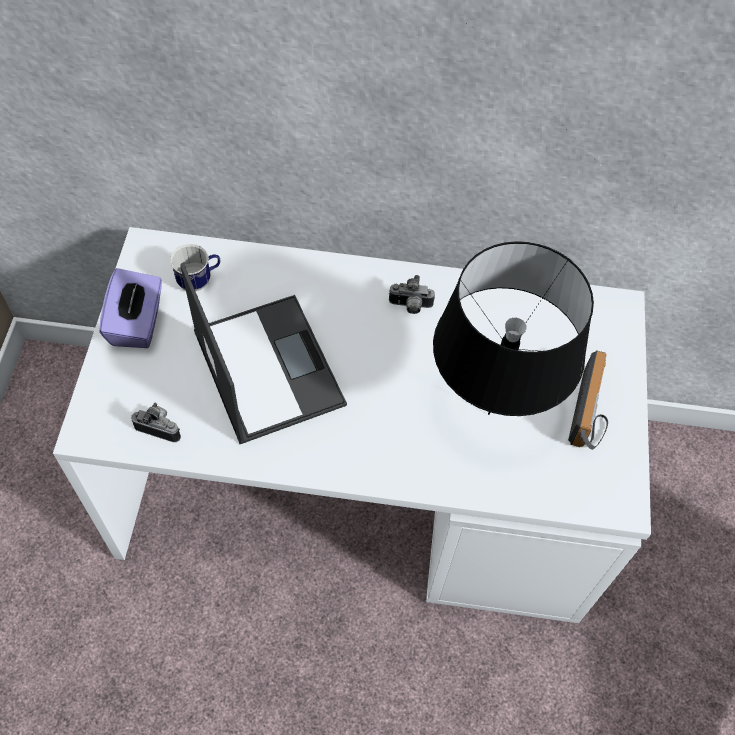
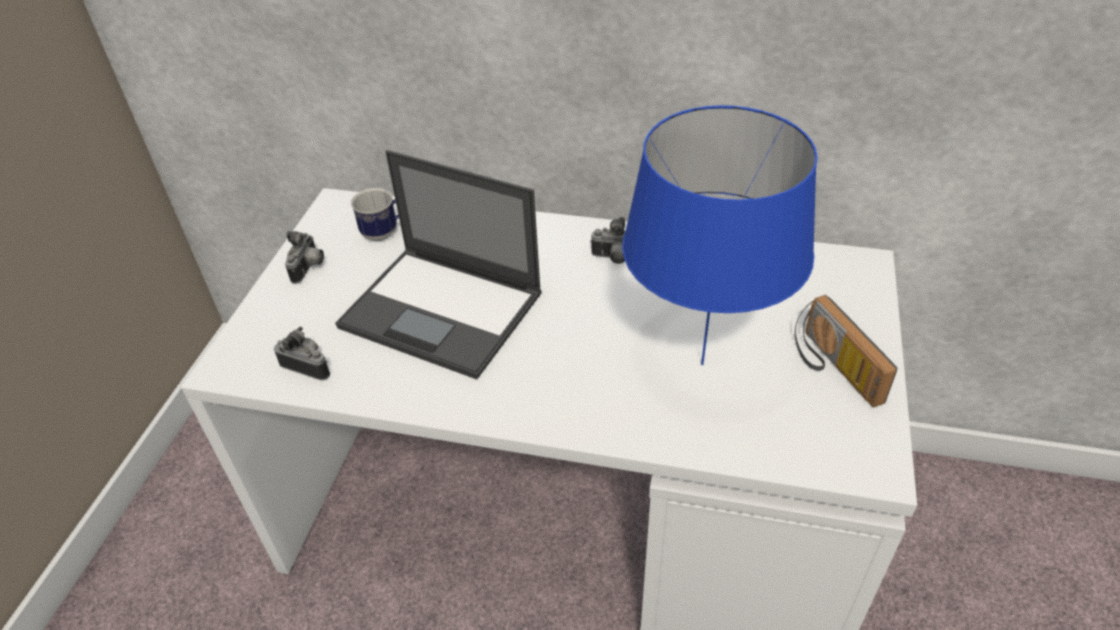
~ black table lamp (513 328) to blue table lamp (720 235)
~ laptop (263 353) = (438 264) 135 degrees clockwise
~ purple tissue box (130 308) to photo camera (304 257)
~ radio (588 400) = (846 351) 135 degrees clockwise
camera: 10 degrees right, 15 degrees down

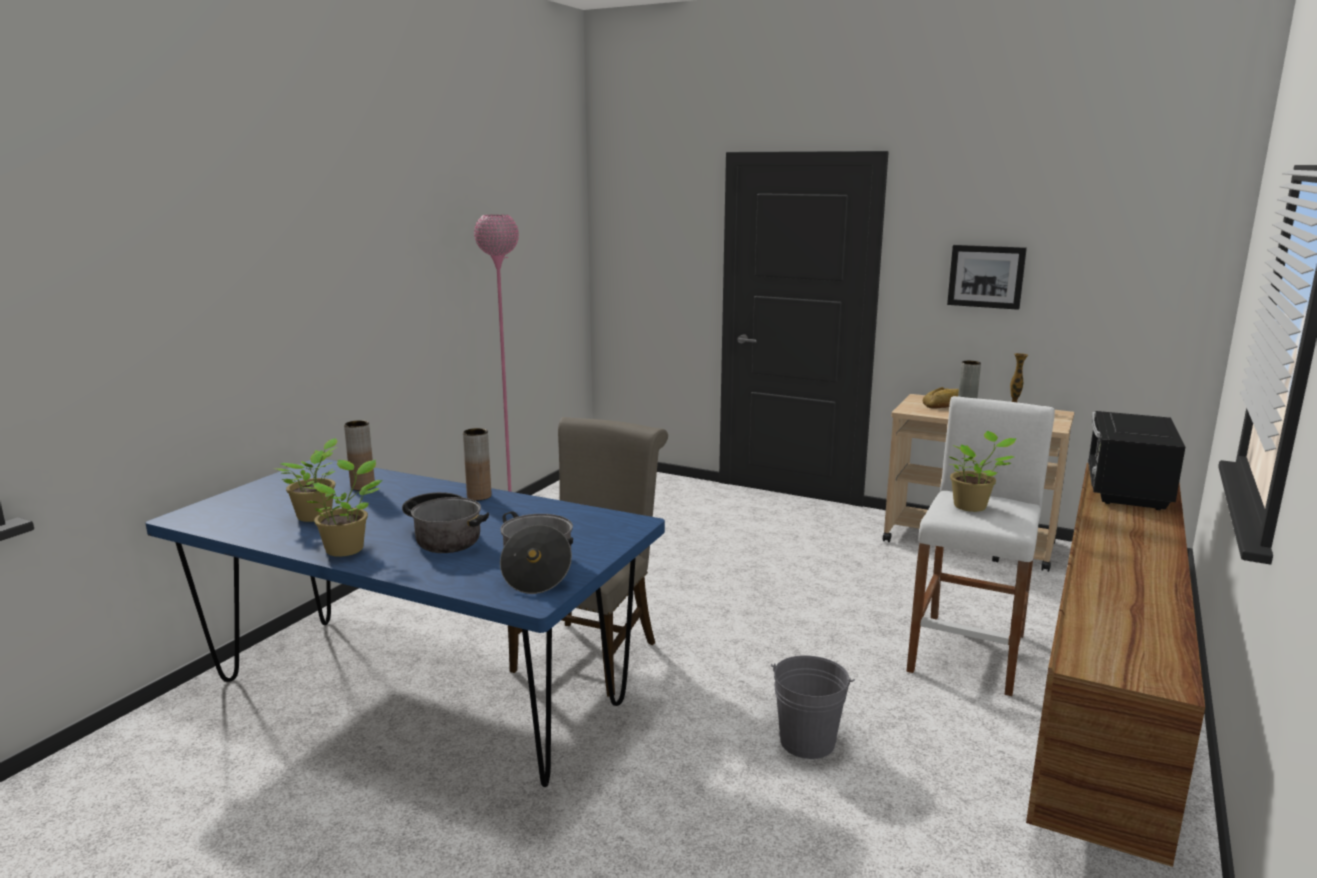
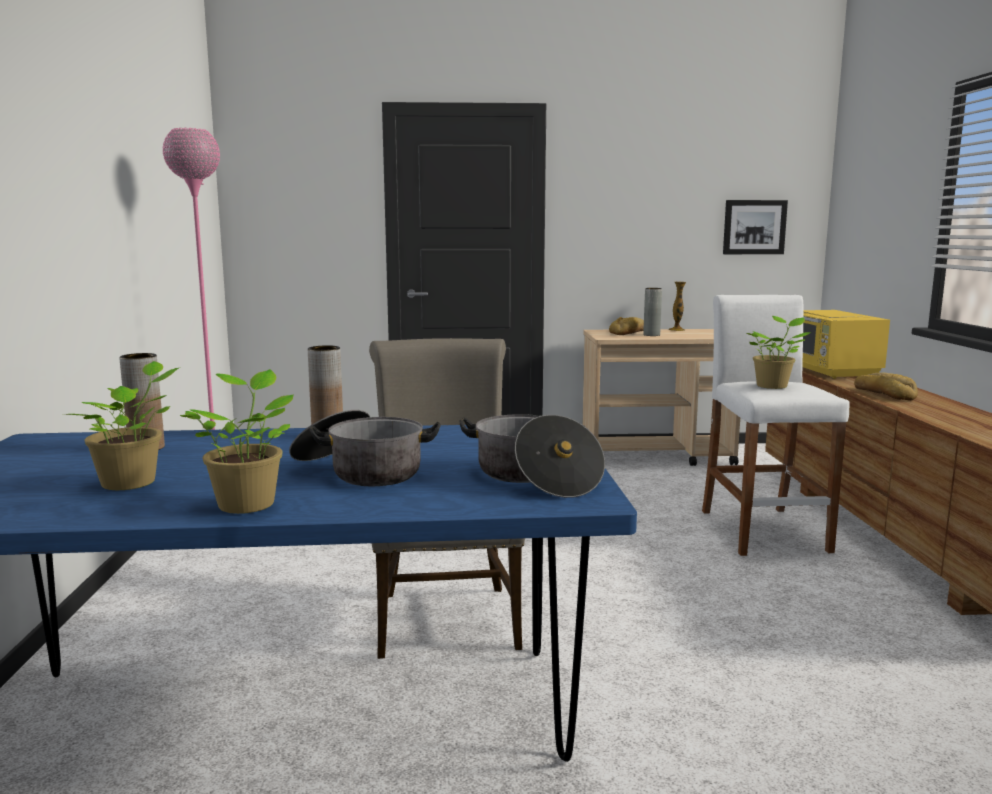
~ picture (987 277) to (755 227)
~ black microwave (1136 460) to yellow microwave (846 344)
- grey bucket (813 707)
+ bread (886 387)
camera: 30 degrees left, 5 degrees down

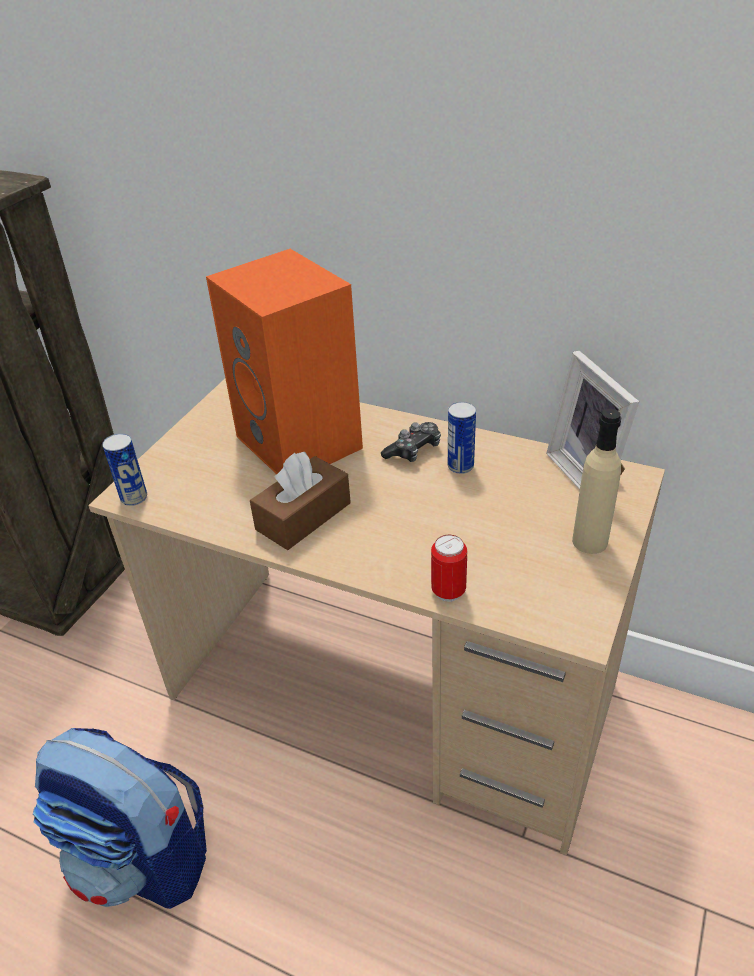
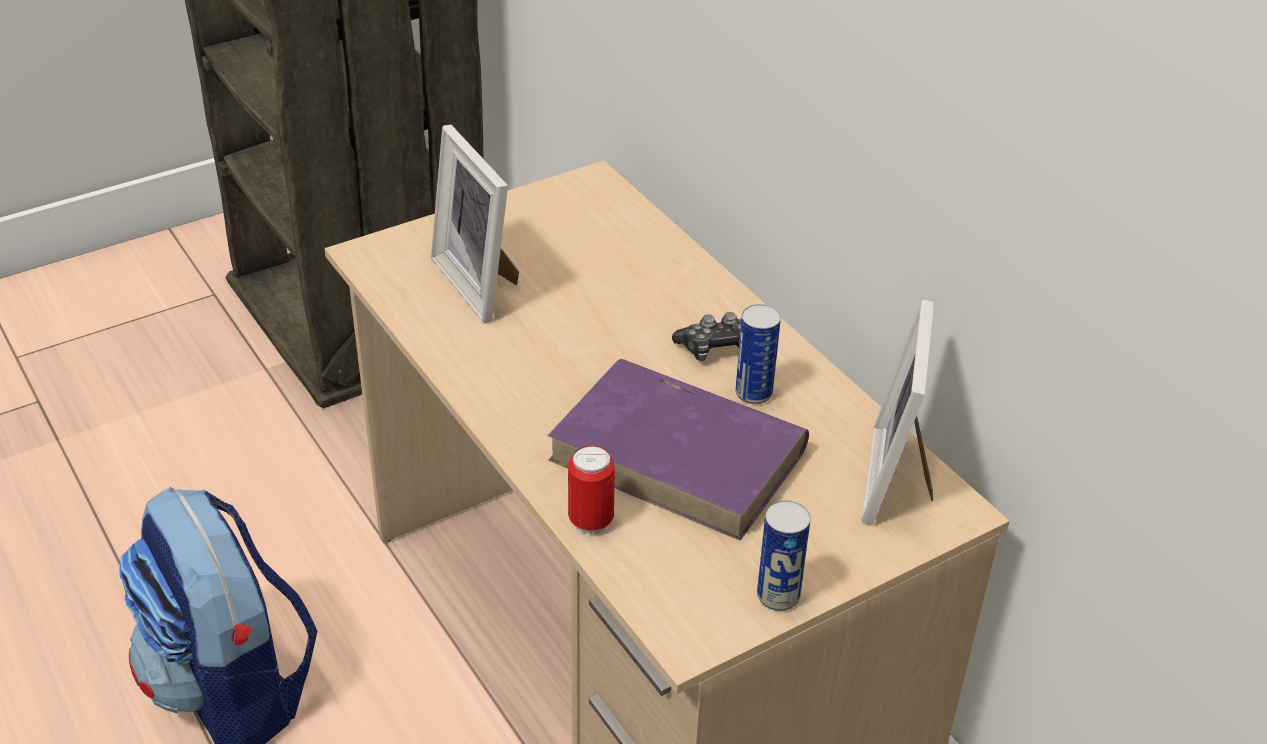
- orange speaker (284 361)
- beige bottle (596 481)
~ can (124 469) to (784 555)
- brown tissue box (300 501)
+ picture frame (475 224)
+ purple book (678 450)
camera: 30 degrees right, 0 degrees up

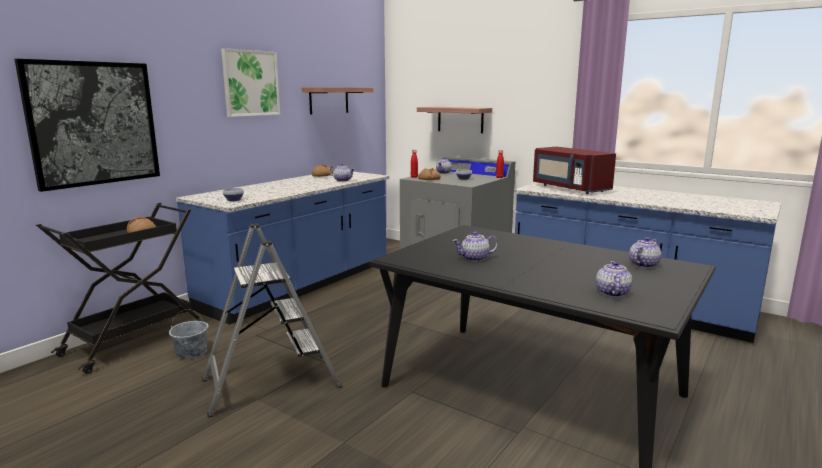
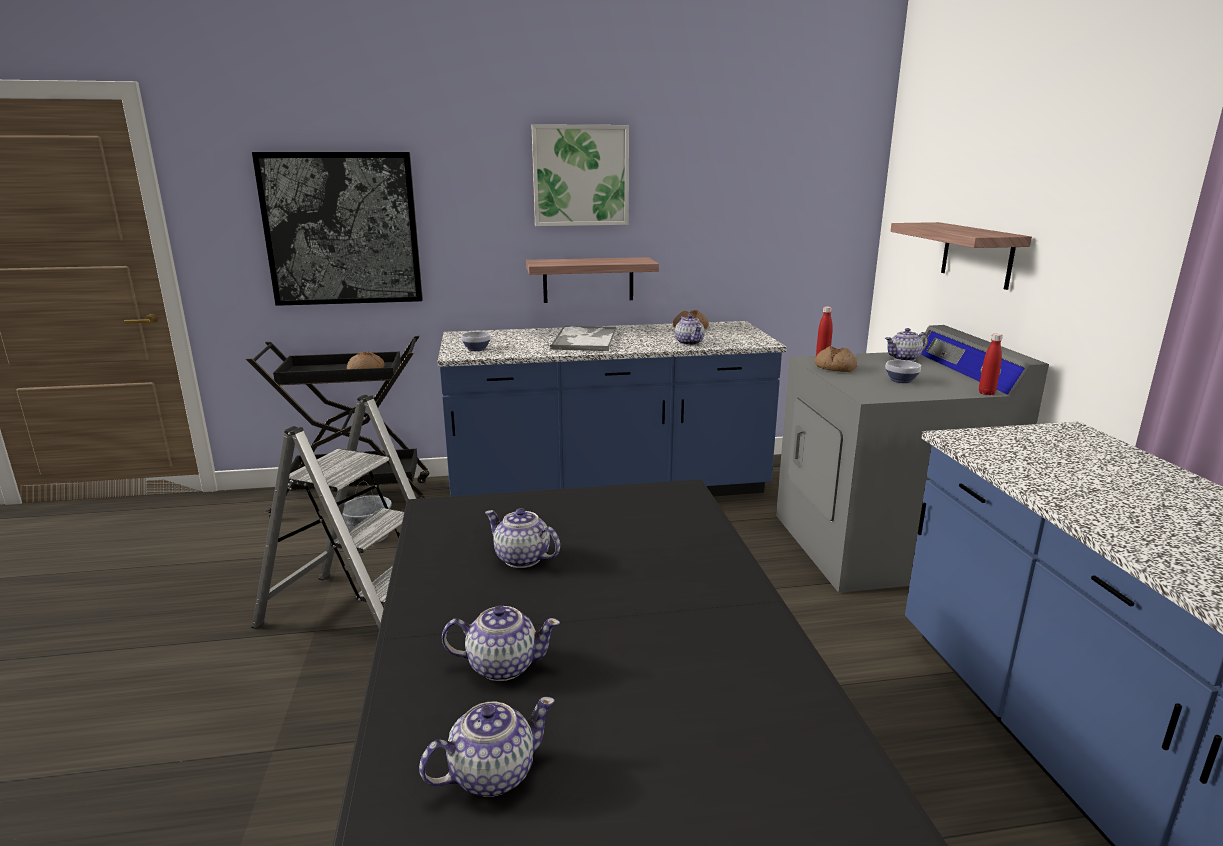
~ shelf (337 101) to (592 280)
- red microwave (574 170)
~ teapot (645 252) to (501 643)
+ tray (583 338)
camera: 45 degrees right, 5 degrees up

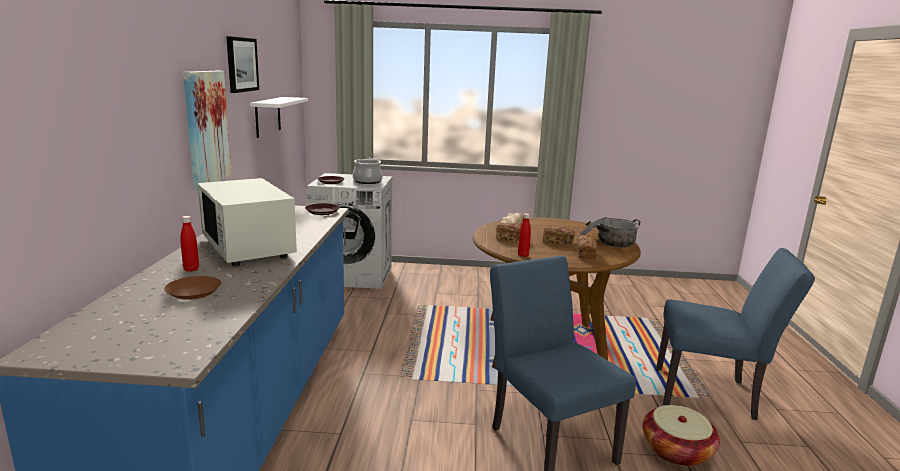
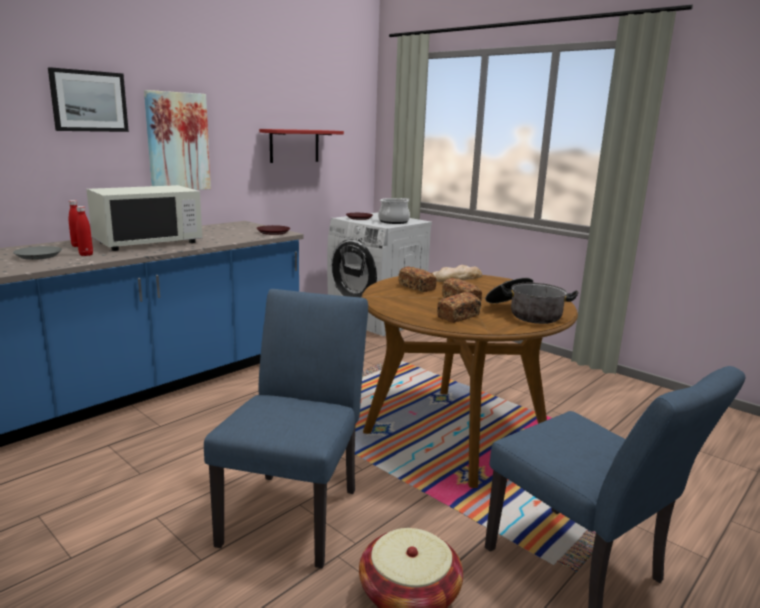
~ picture (242 64) to (88 99)
~ white shelf (279 117) to red shelf (301 146)
~ white microwave (247 222) = (144 218) 135 degrees counterclockwise
~ red bottle (524 235) to (84 231)
~ brown plate (192 288) to grey plate (37 253)
camera: 40 degrees right, 0 degrees up

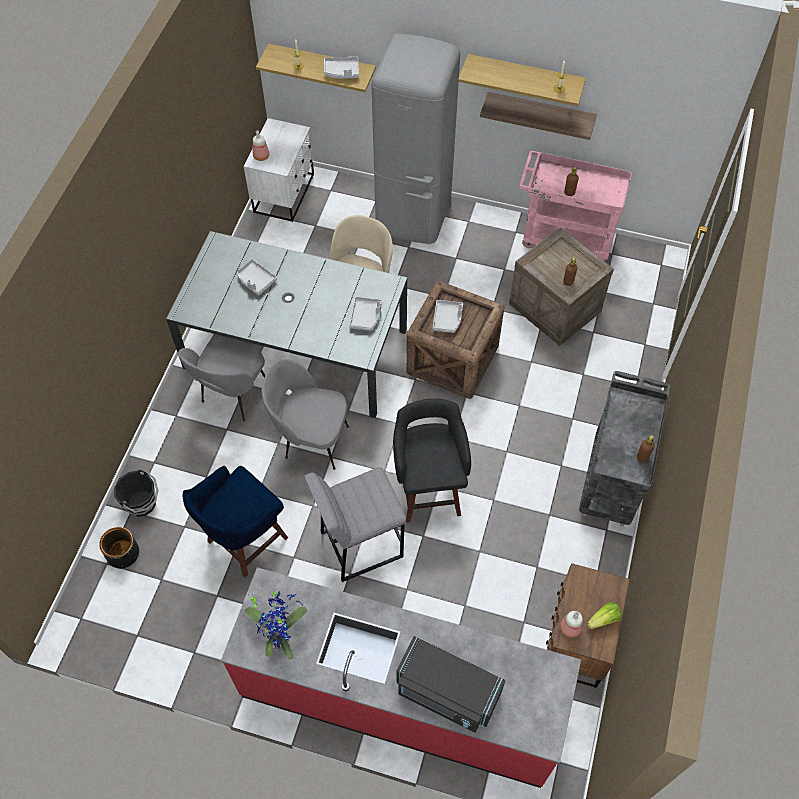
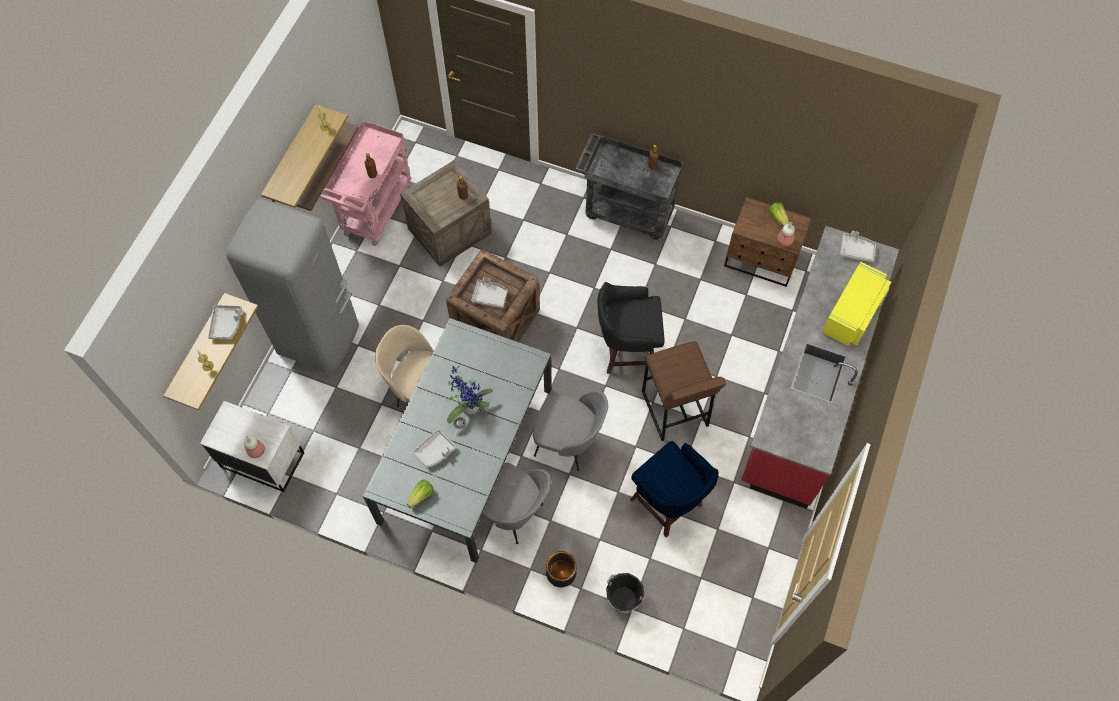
~ grey tray (365 314) to (858 246)
~ grey chair (305 414) = (570 431) 90 degrees counterclockwise
~ grey stool (355 524) to brown stool (684 391)
~ black planter (119 547) to (561 569)
~ potted plant (276 625) to (470 395)
~ black microwave (451 684) to yellow microwave (856 304)
+ lettuce (420 494)
camera: 85 degrees left, 5 degrees up

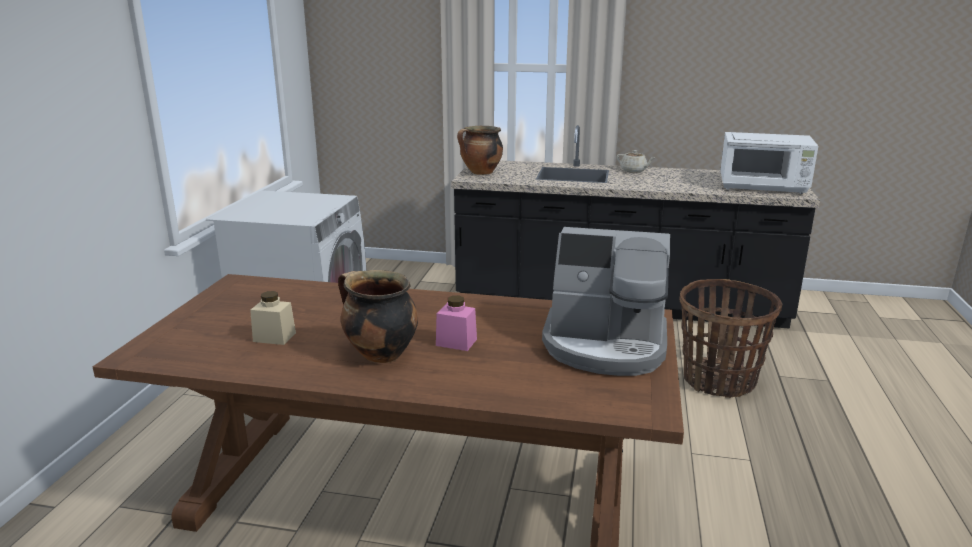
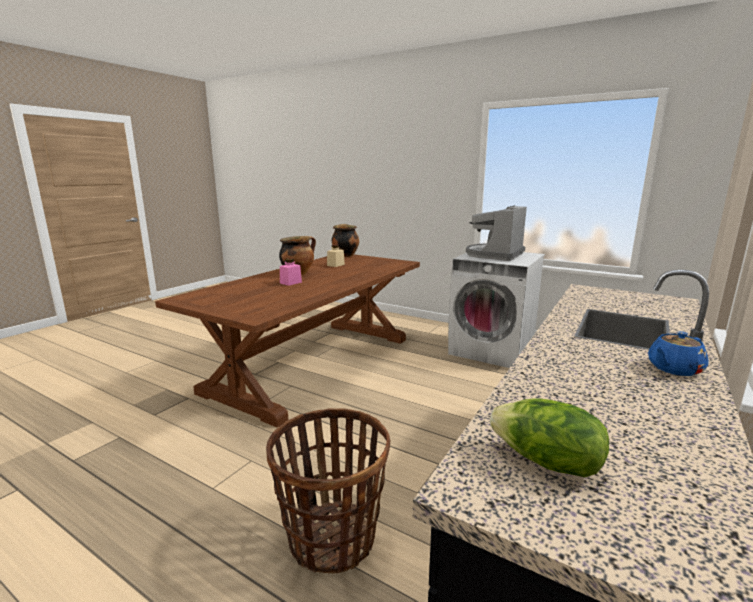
~ cooking pot (480 150) to (345 240)
~ white microwave (769 163) to lettuce (549 438)
~ beige teapot (635 161) to blue teapot (678 353)
~ coffee machine (606 301) to (496 233)
camera: 110 degrees right, 5 degrees down

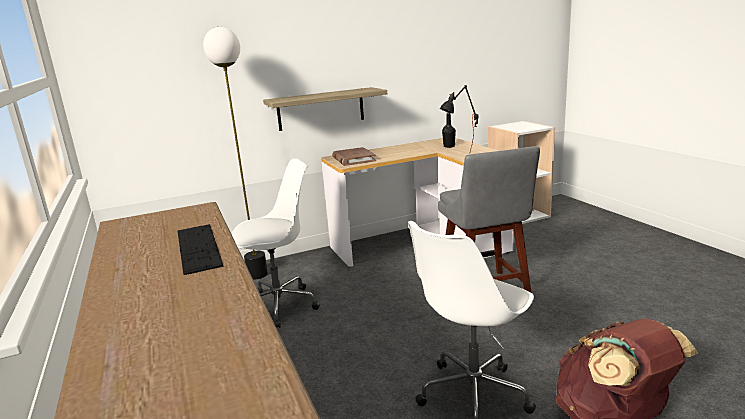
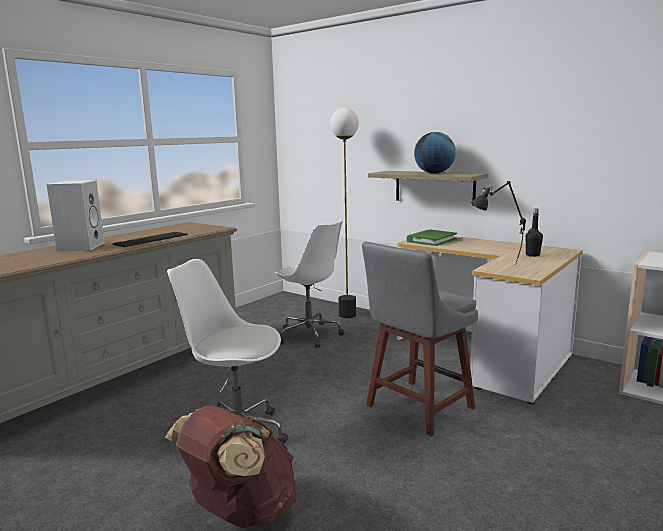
~ brown book (354 156) to green book (432 238)
+ globe (435 153)
+ white speaker (75 216)
camera: 60 degrees right, 5 degrees down

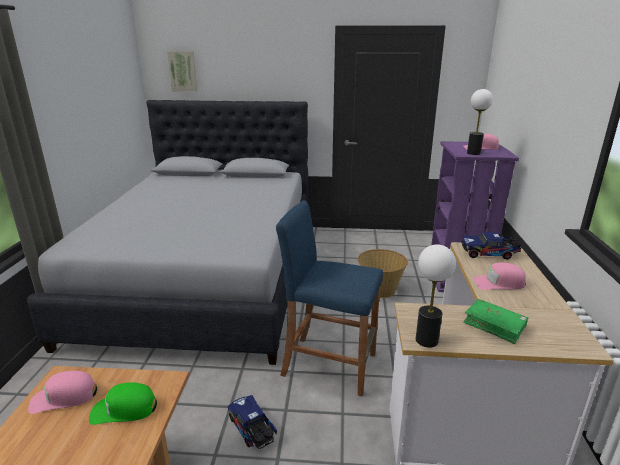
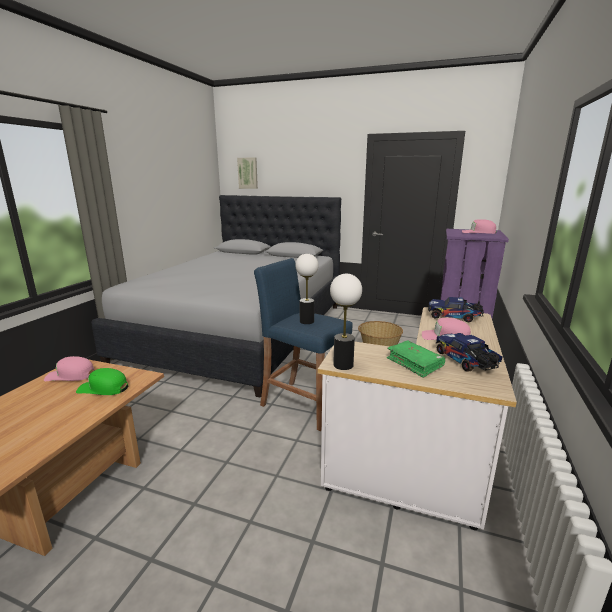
~ table lamp (480 122) to (307 288)
~ toy truck (252 422) to (469 352)
camera: 15 degrees right, 5 degrees down

